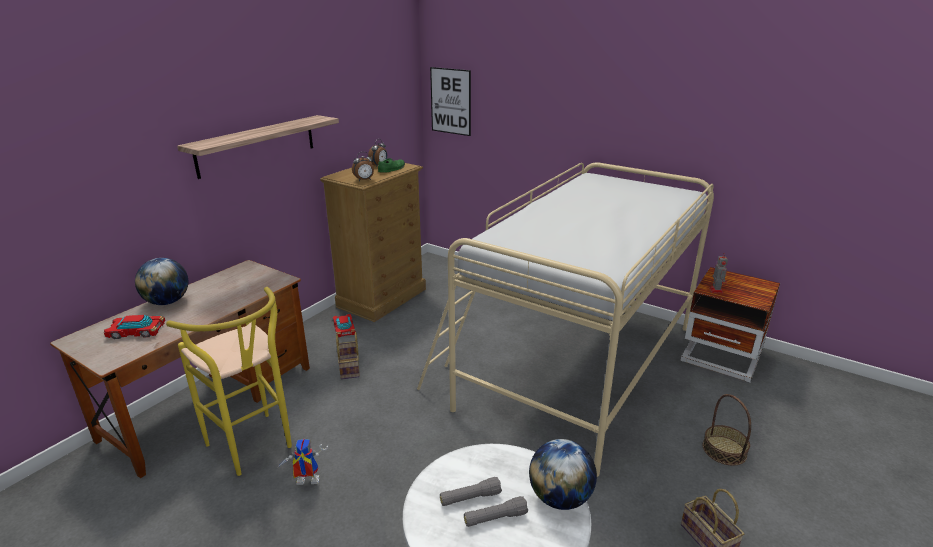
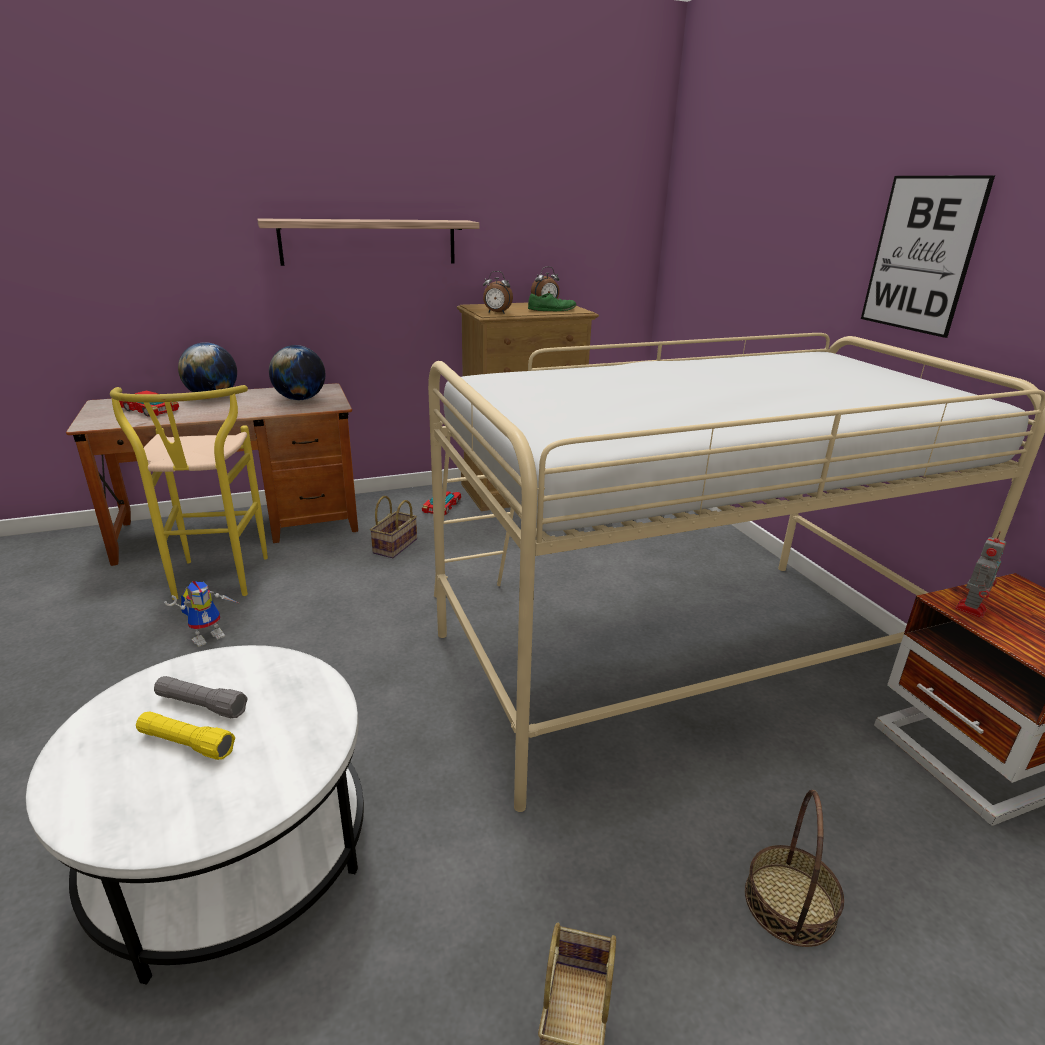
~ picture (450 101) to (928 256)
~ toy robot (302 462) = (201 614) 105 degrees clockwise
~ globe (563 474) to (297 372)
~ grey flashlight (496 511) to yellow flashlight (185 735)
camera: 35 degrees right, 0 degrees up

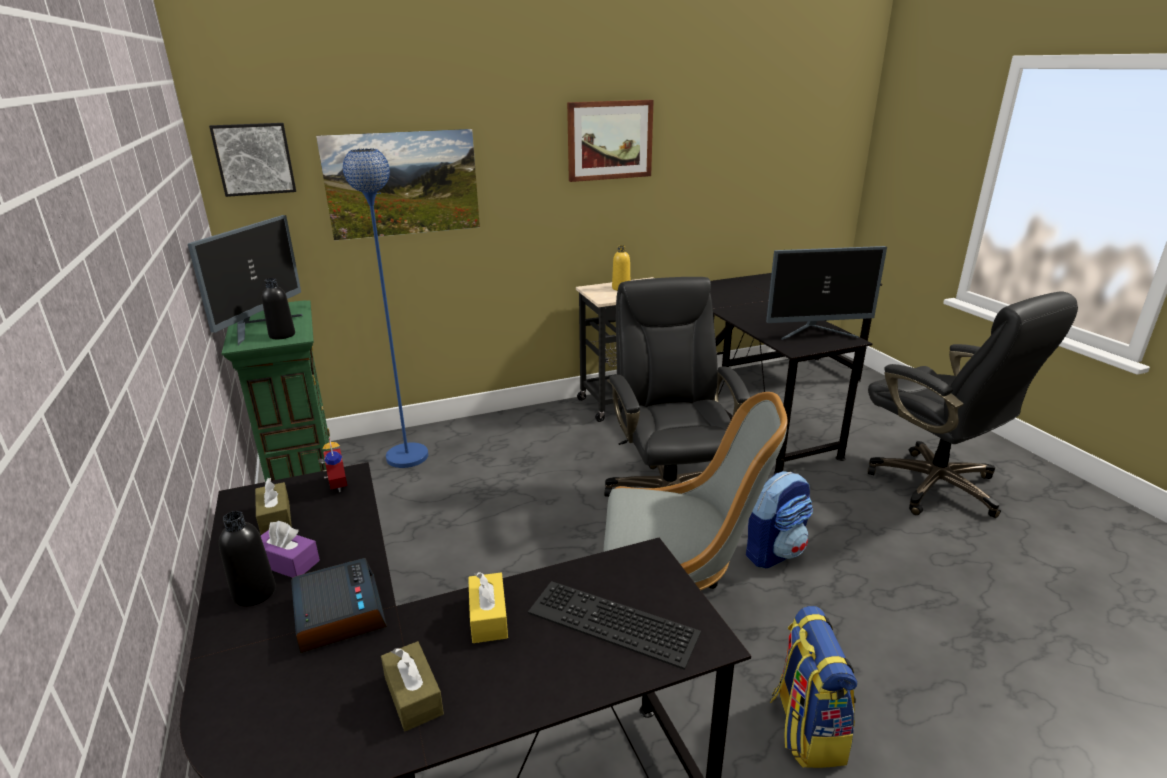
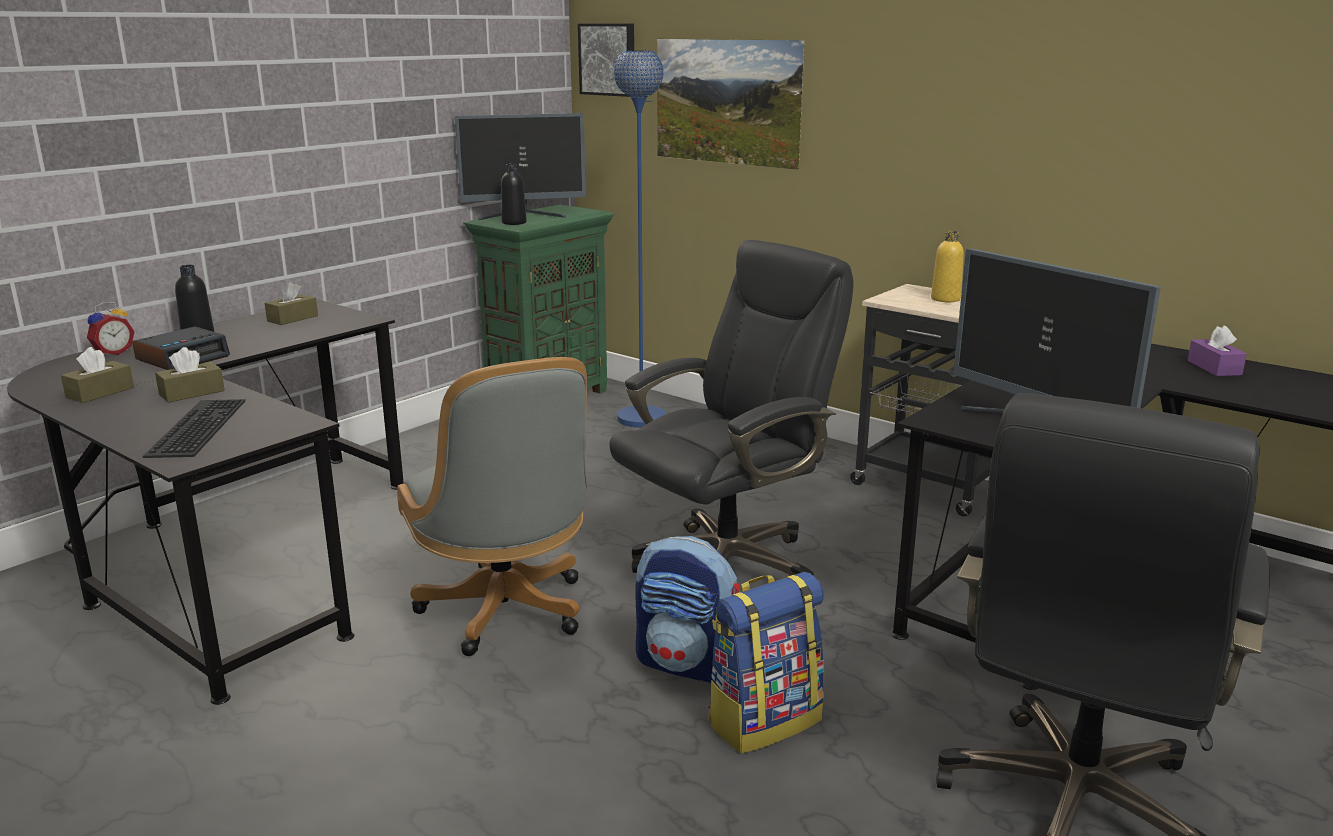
- picture (610 141)
~ alarm clock (332 464) to (111 328)
~ purple tissue box (290 549) to (1217 350)
~ yellow tissue box (488 607) to brown tissue box (190 375)
~ backpack (813 687) to (766 663)
camera: 60 degrees right, 5 degrees down

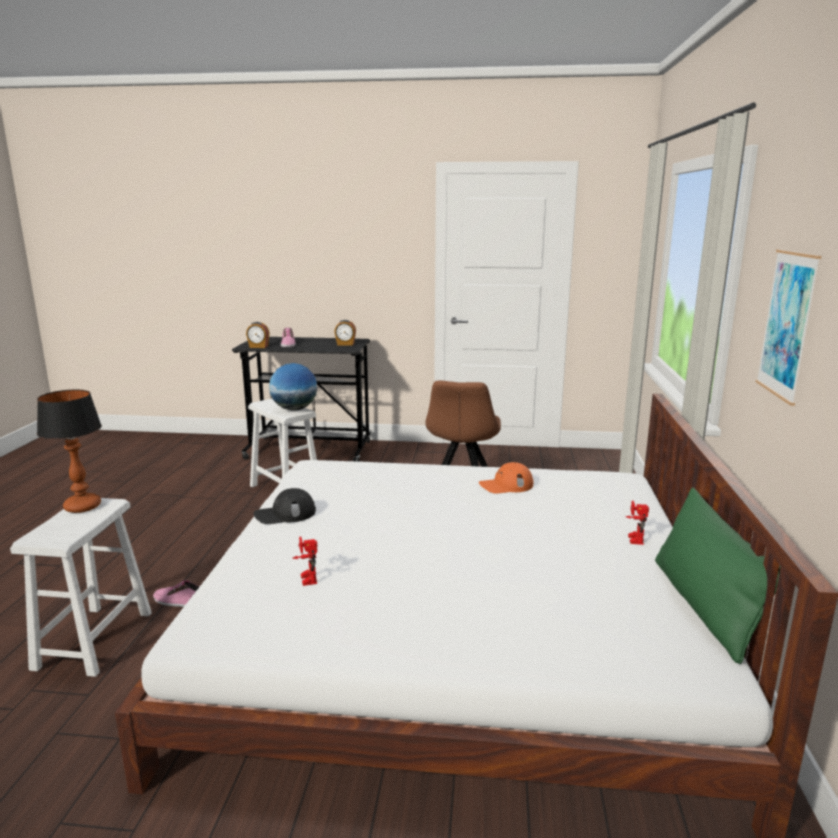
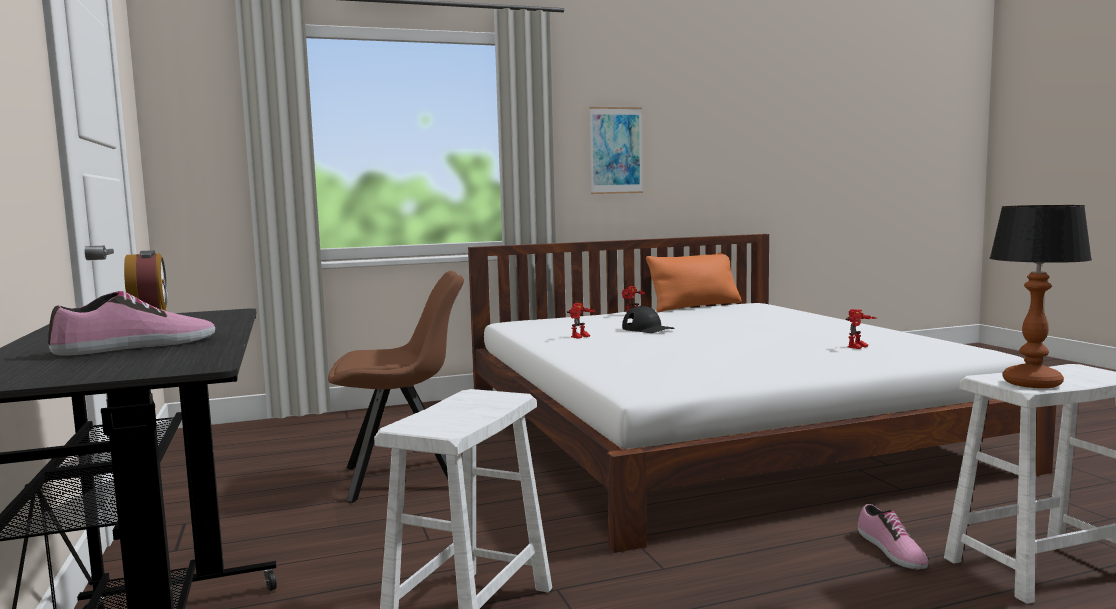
- alarm clock (258 335)
- globe (293 387)
~ orange cap (506 478) to toy robot (581 321)
~ black cap (284 506) to (648 319)
~ green pillow (718 576) to orange pillow (694 282)
camera: 115 degrees left, 10 degrees down

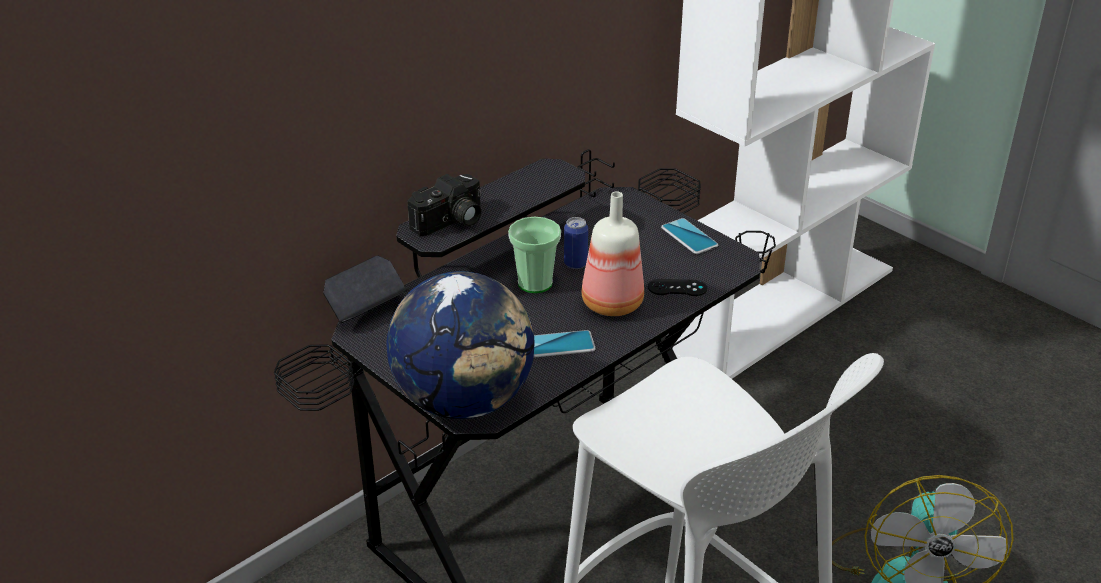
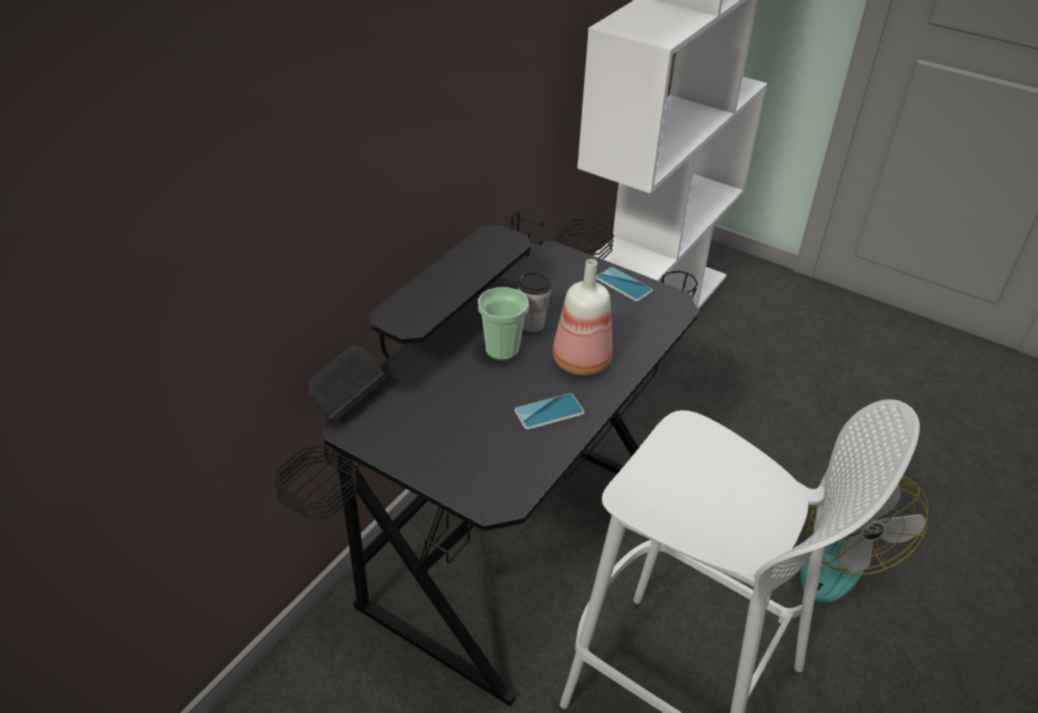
- photo camera (445 205)
~ can (576 243) to cup (534 302)
- globe (460 345)
- black game controller (677 287)
camera: 15 degrees left, 5 degrees up

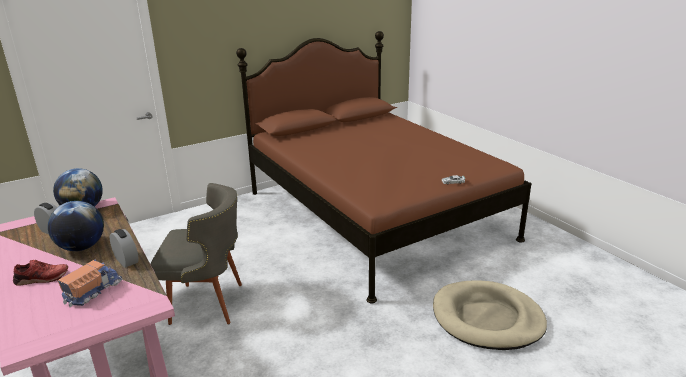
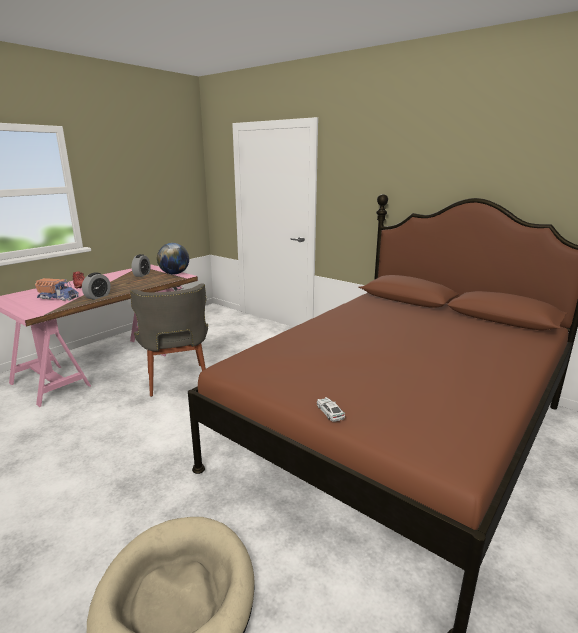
- globe (76 226)
camera: 70 degrees right, 5 degrees down

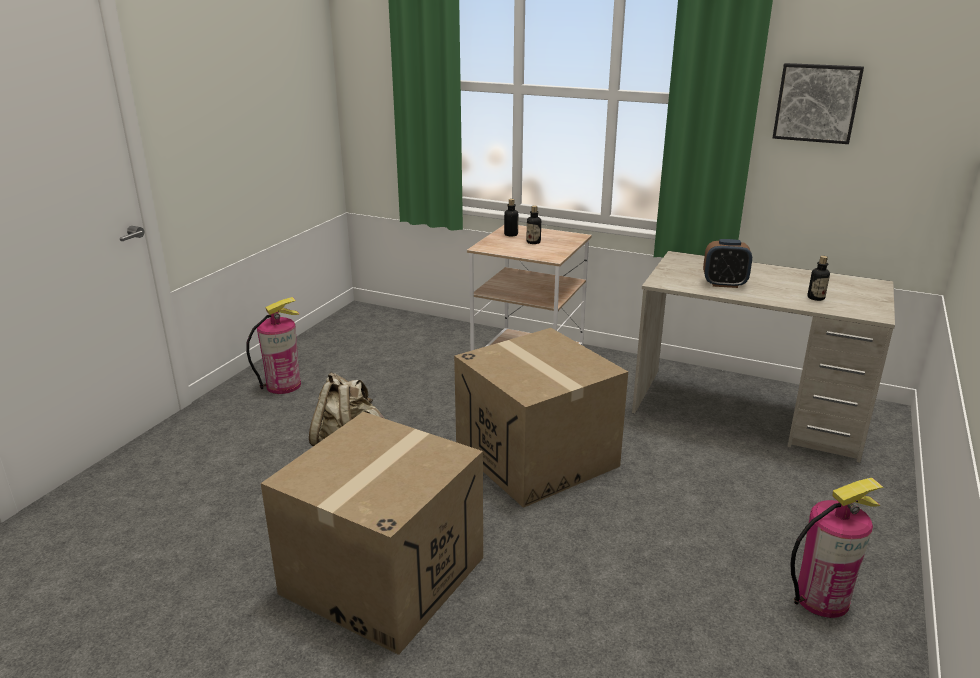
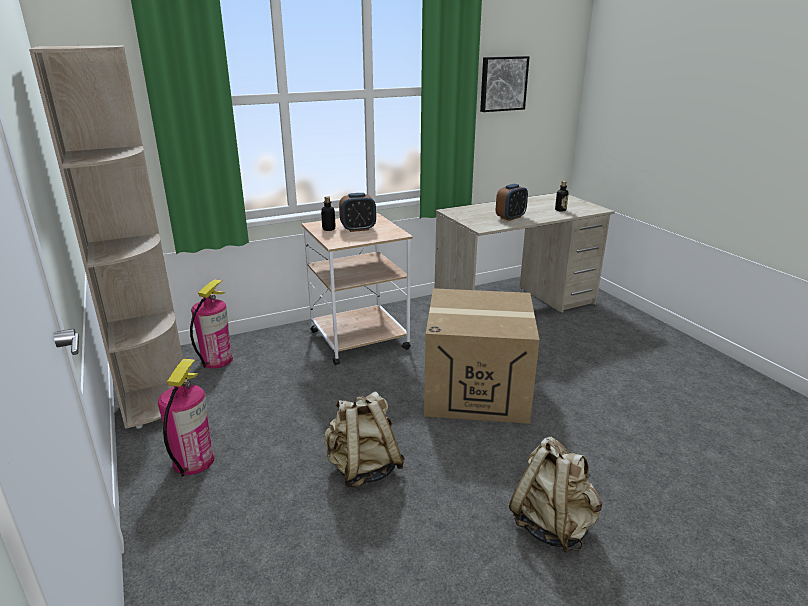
~ bottle (534 224) to alarm clock (357 212)
~ cardboard box (372 533) to beige backpack (555 495)
~ fire extinguisher (837 548) to (211 323)
+ beige bookcase (108 237)
camera: 50 degrees left, 0 degrees up

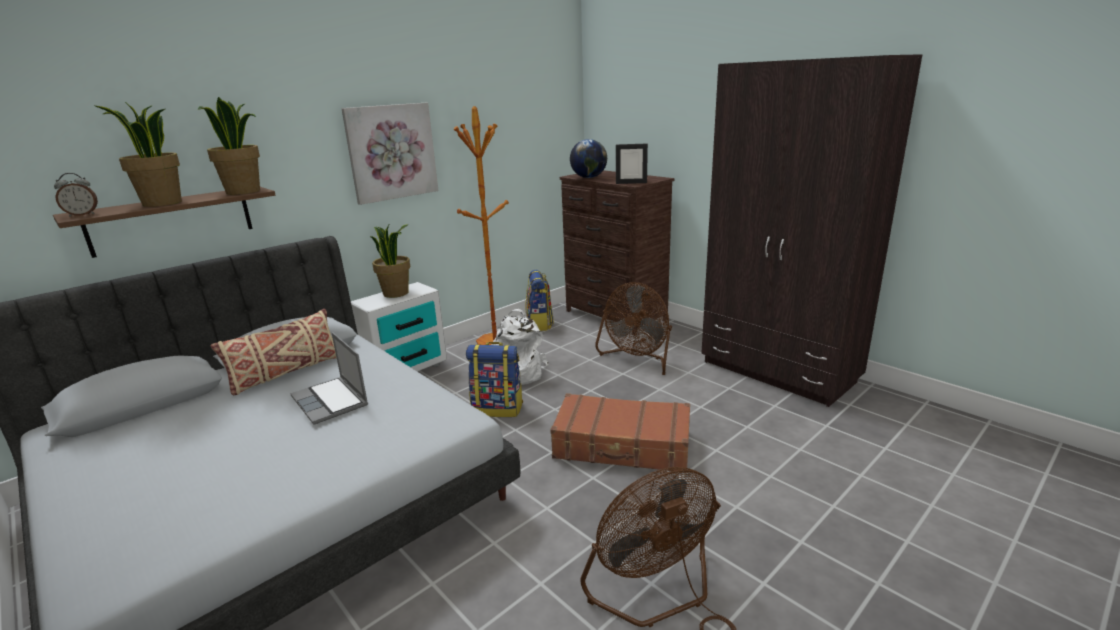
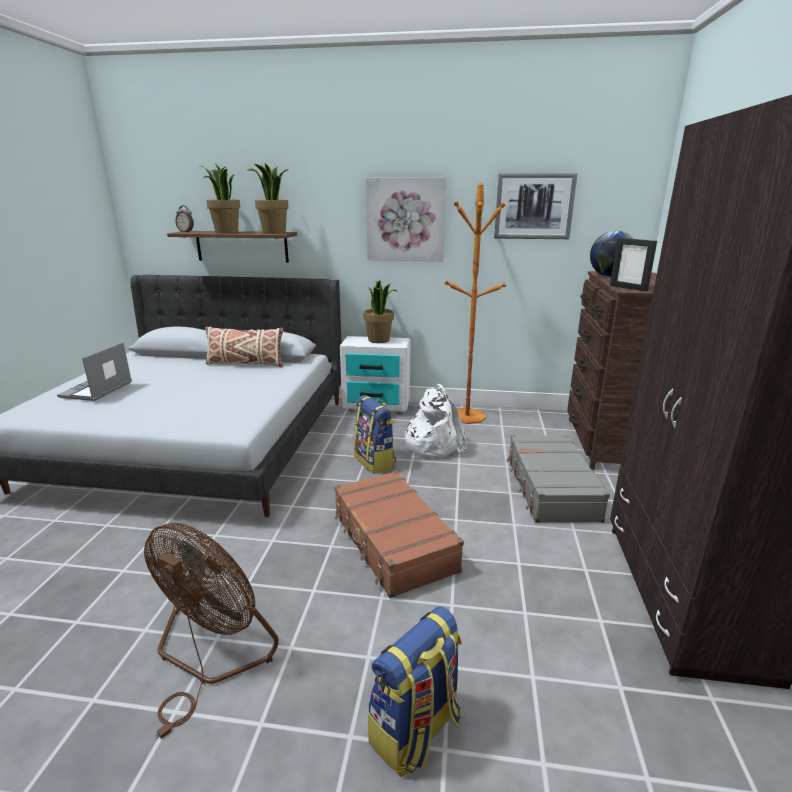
~ backpack (539 300) to (415 692)
~ brown fan (633 328) to grey suitcase (558 479)
~ laptop (329 378) to (94 371)
+ picture (536 206)
camera: 50 degrees right, 0 degrees up

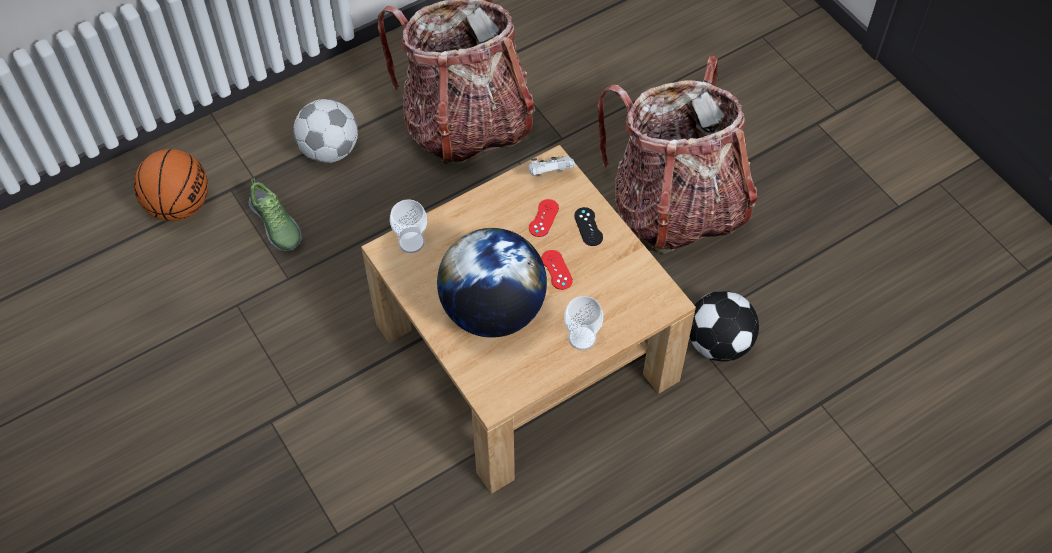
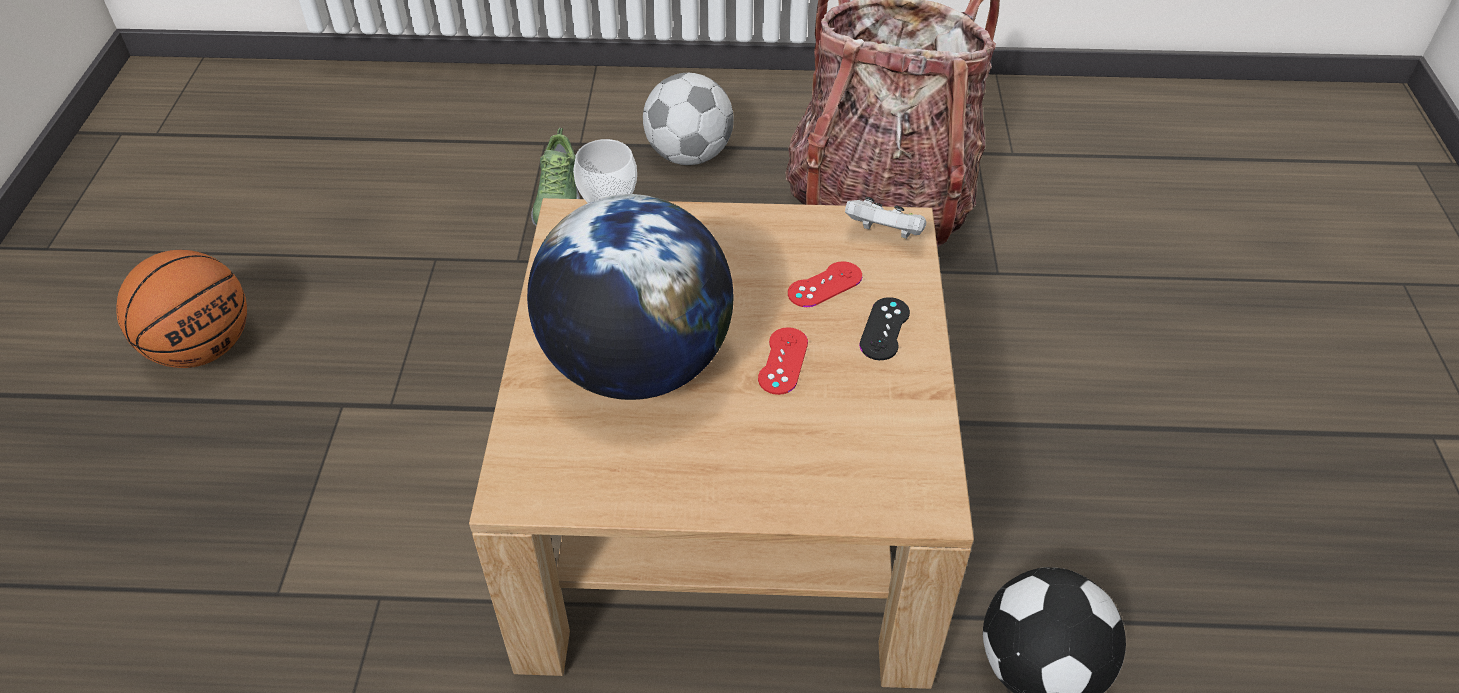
- backpack (677 154)
~ basketball (171 185) to (181 309)
- cup (583 323)
camera: 35 degrees right, 10 degrees down

